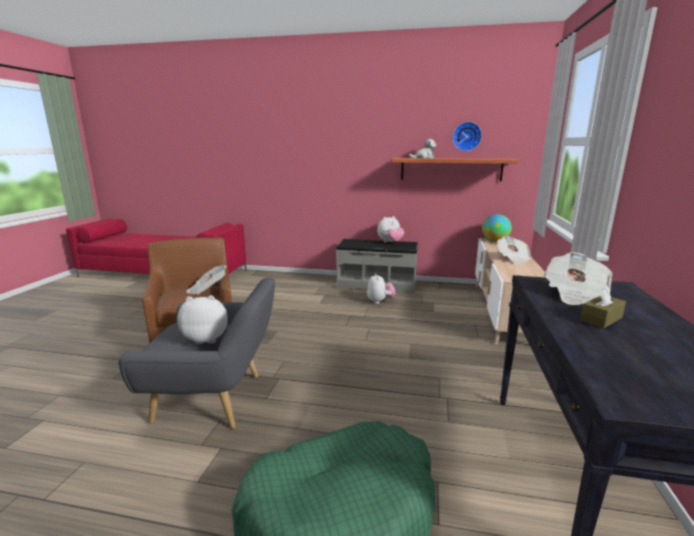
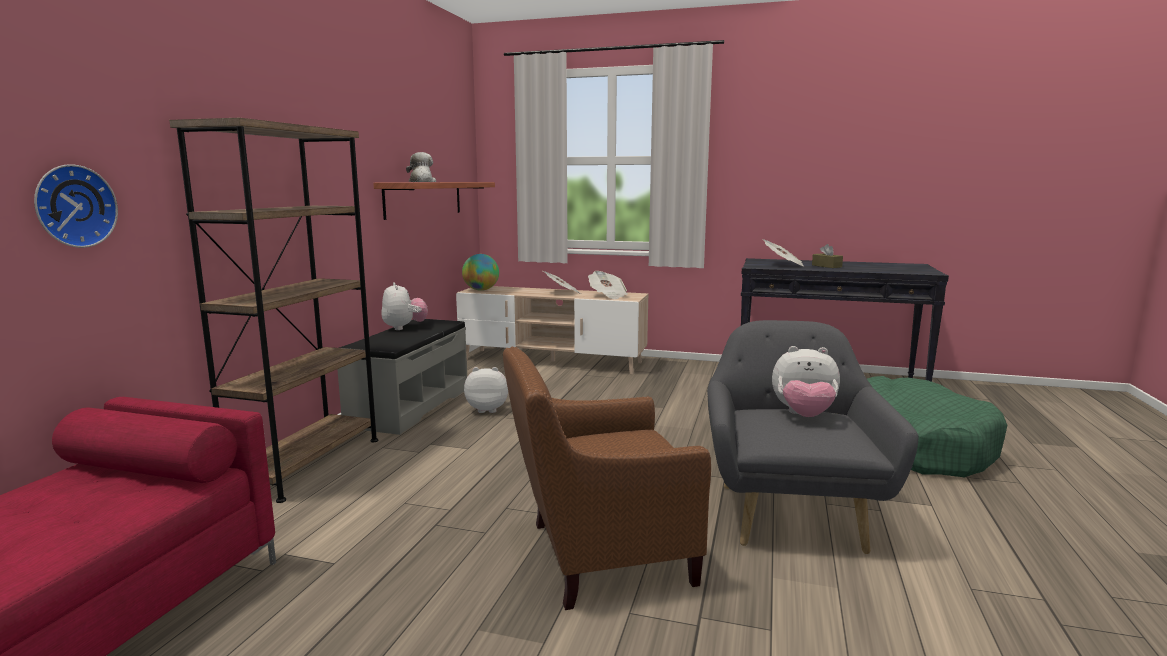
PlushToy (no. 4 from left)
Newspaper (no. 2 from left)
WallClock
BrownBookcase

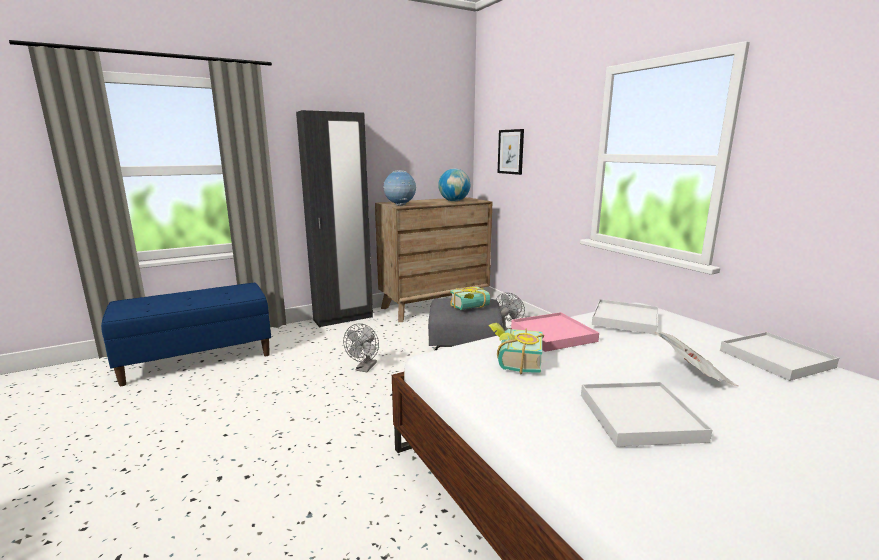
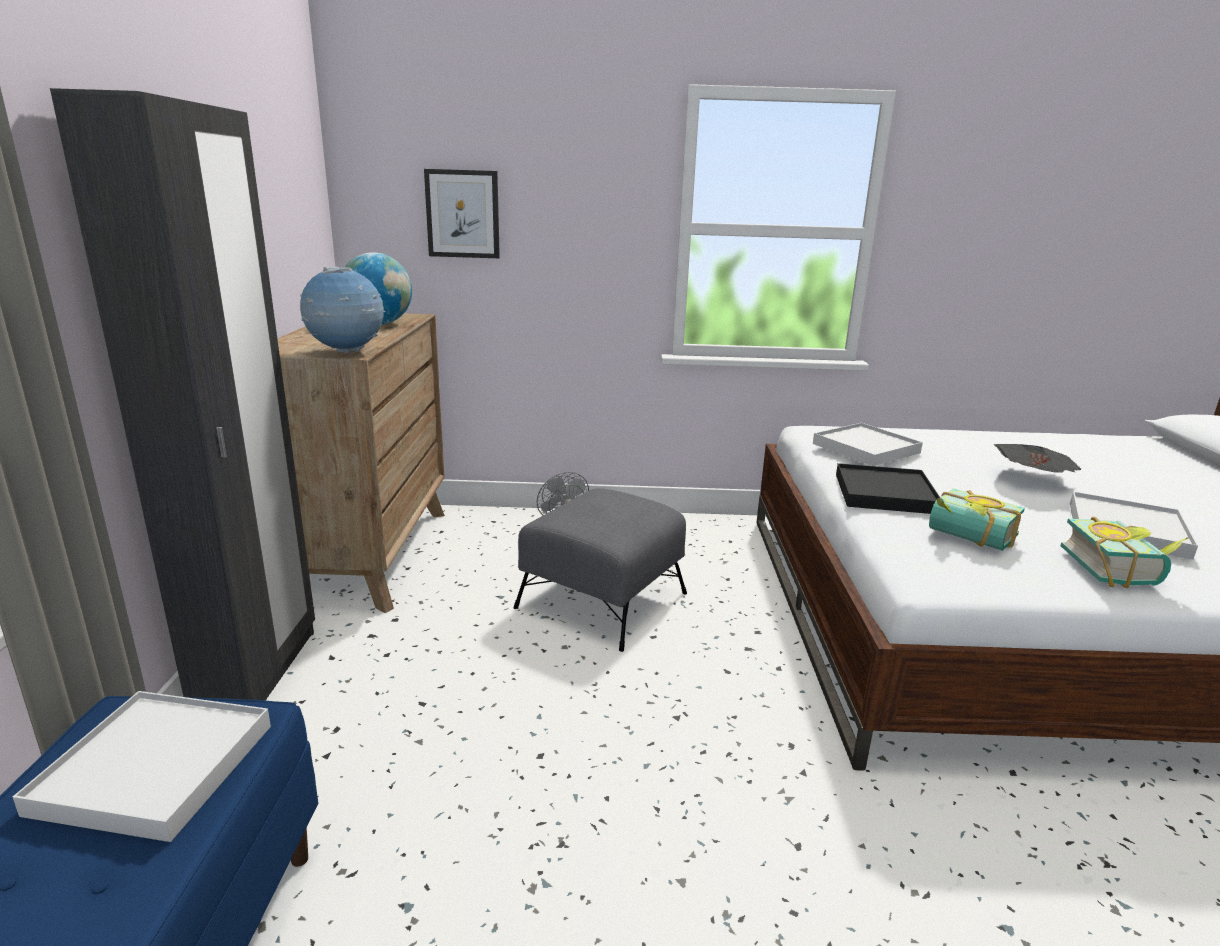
GreyFan (no. 1 from left in the first image)
Book (no. 2 from left)
BlackTray
WhiteTray (no. 1 from left)

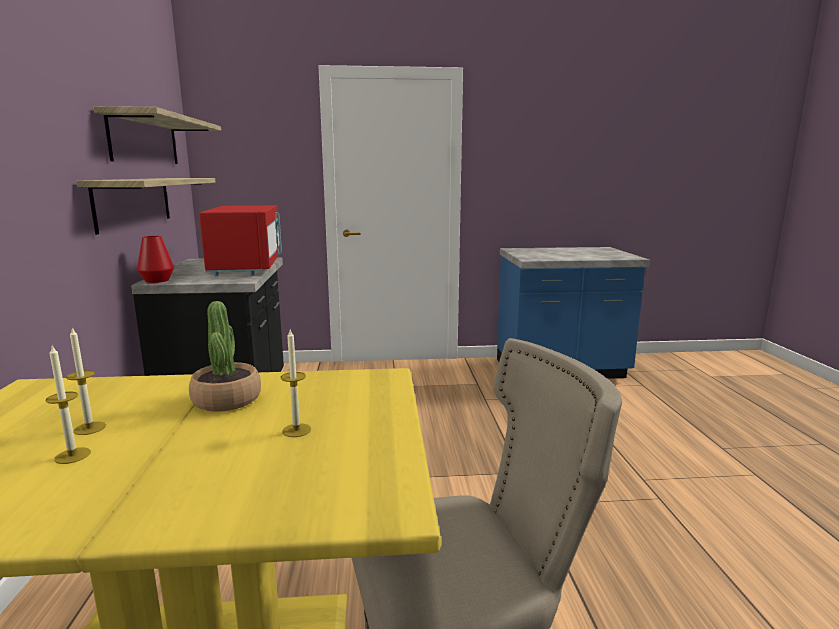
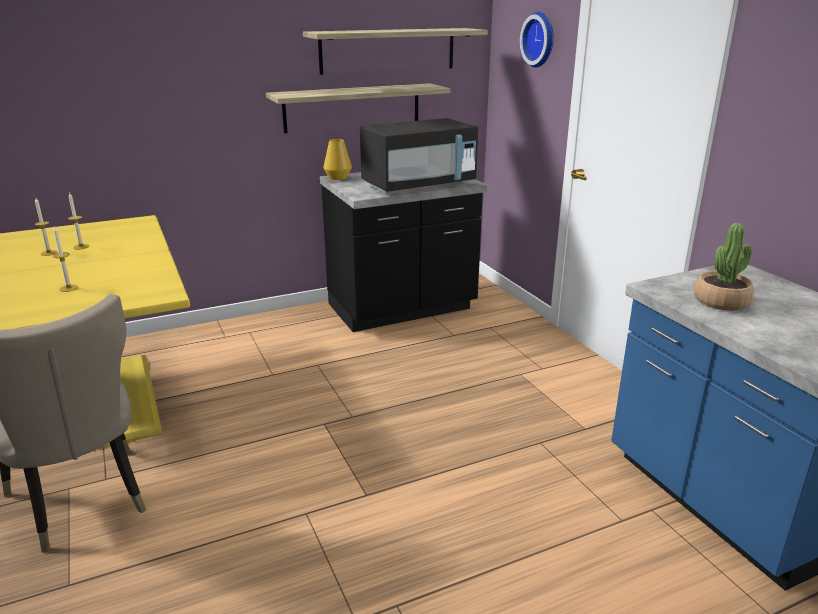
YellowVase
PottedPlant
BlackMicrowave
WallClock

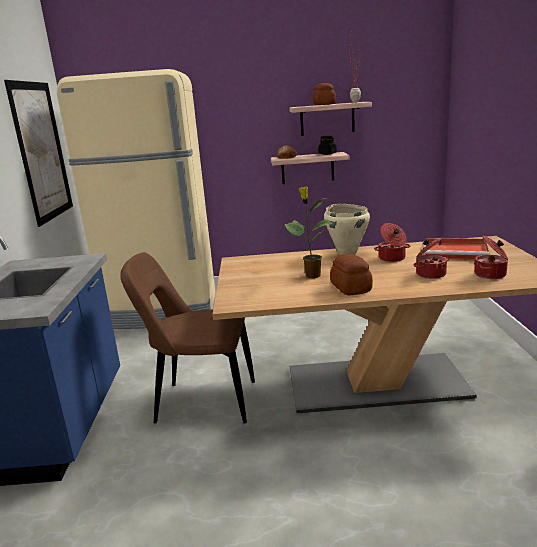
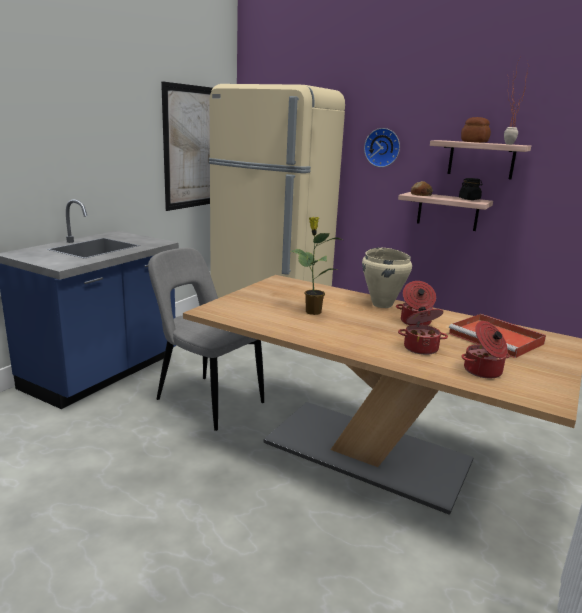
GreyChair
Bread (no. 3 from left in the first image)
WallClock

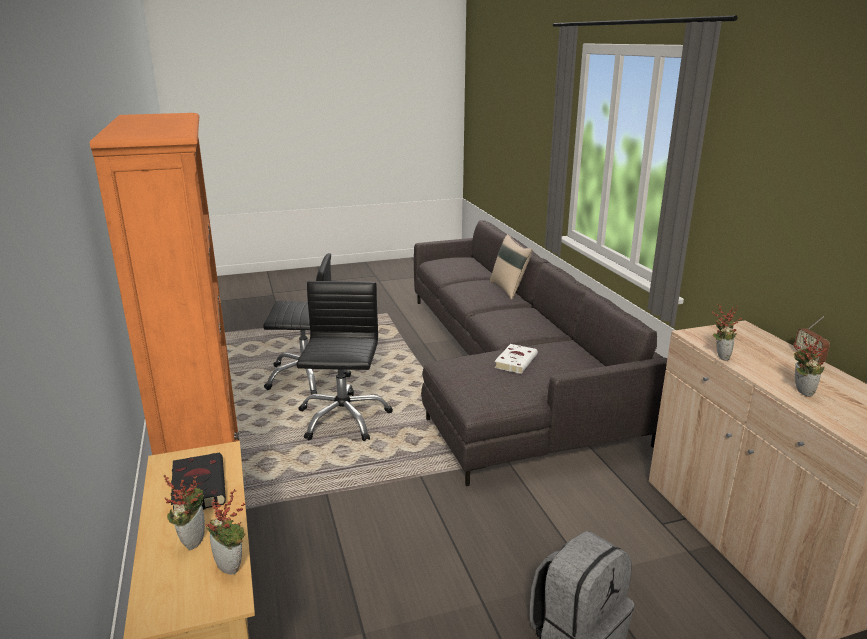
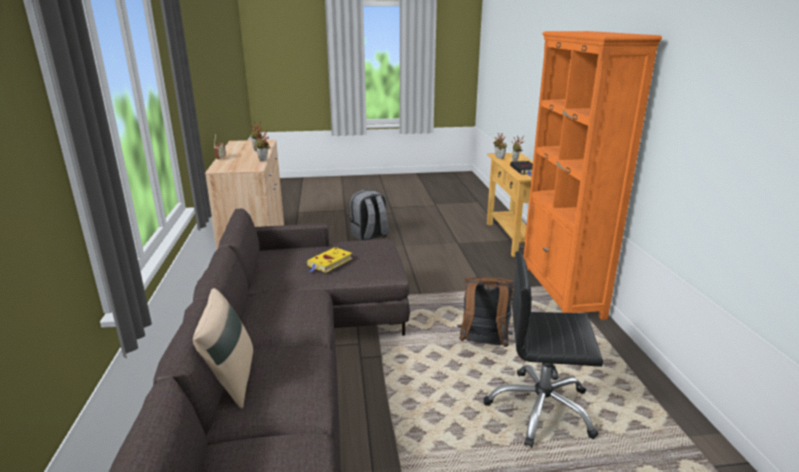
BrownBackpack
YellowBook

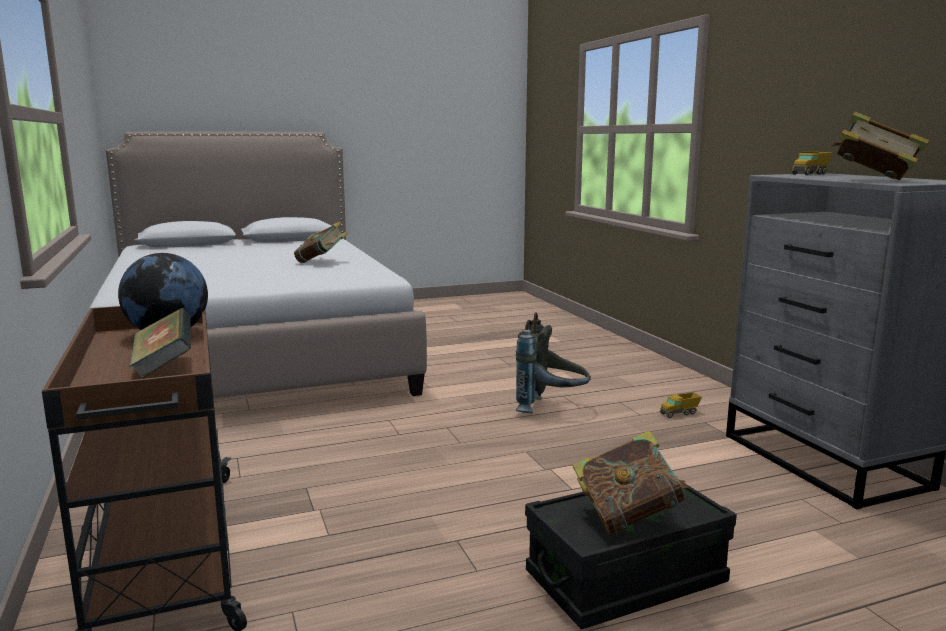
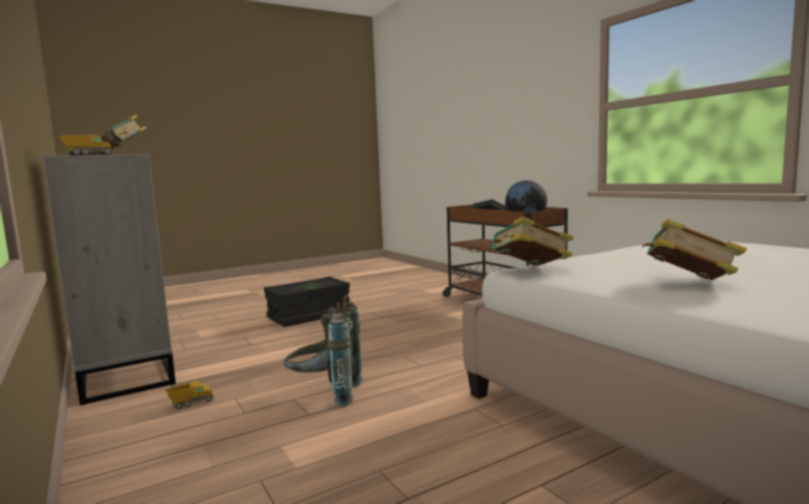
Book (no. 3 from left)

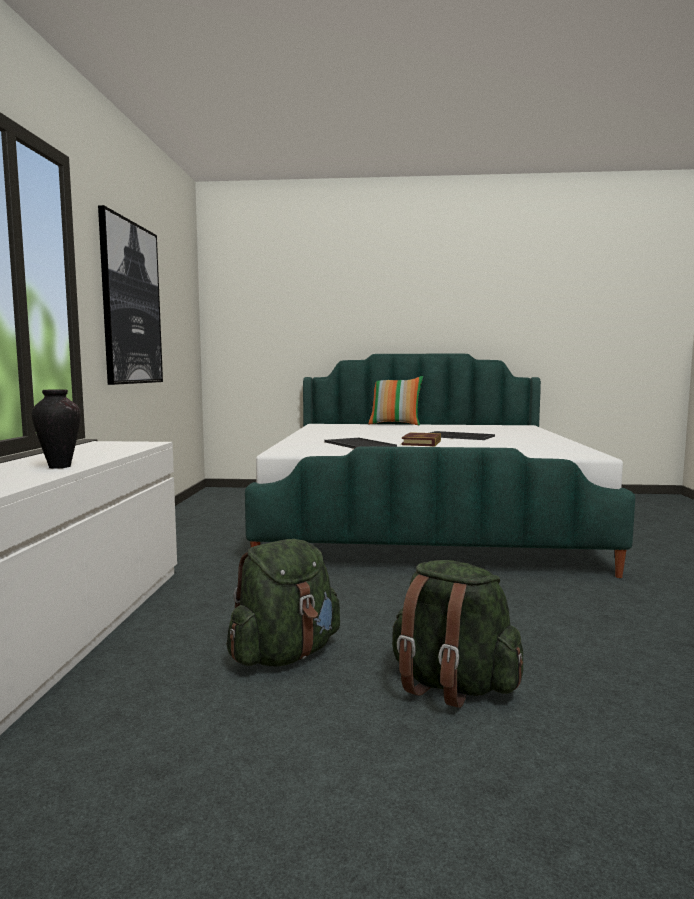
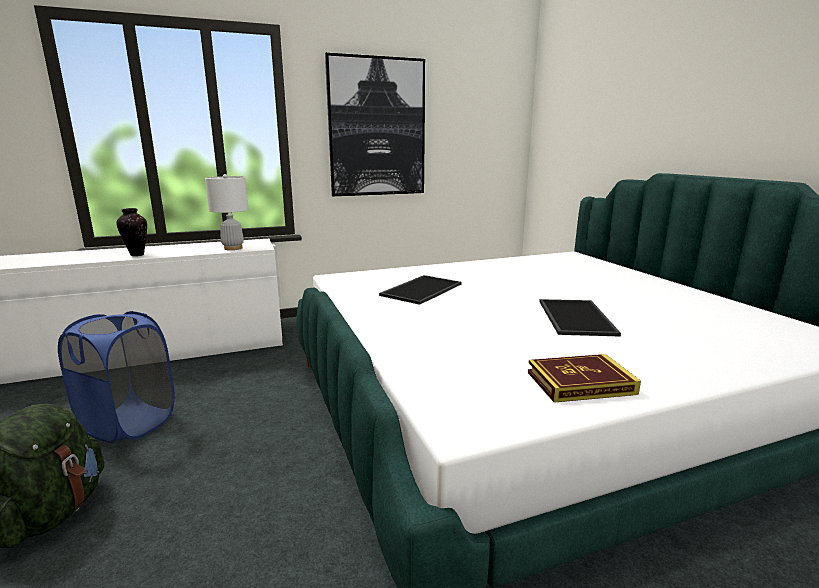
BlueLaundryBasket
Pillow
Book
WhiteTableLamp

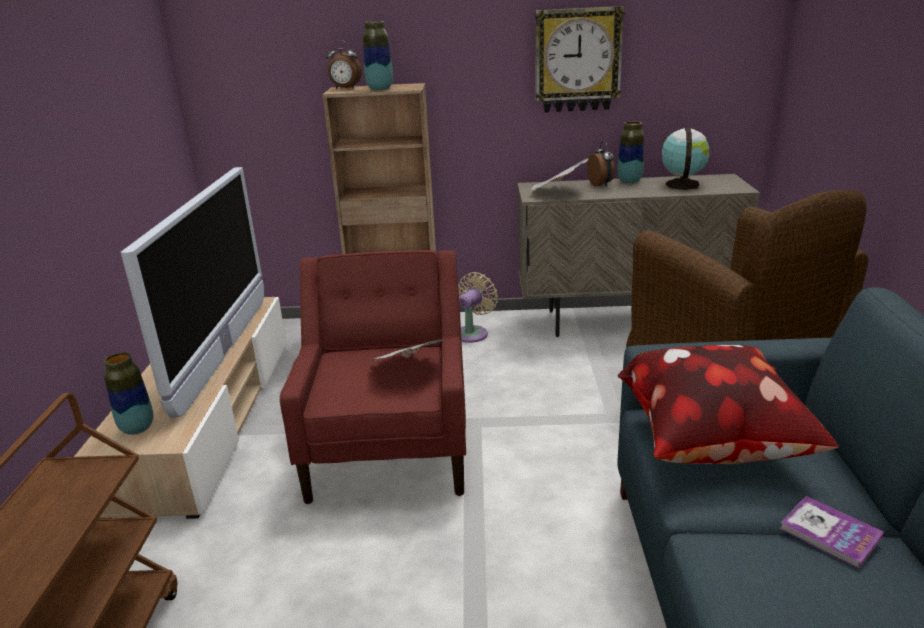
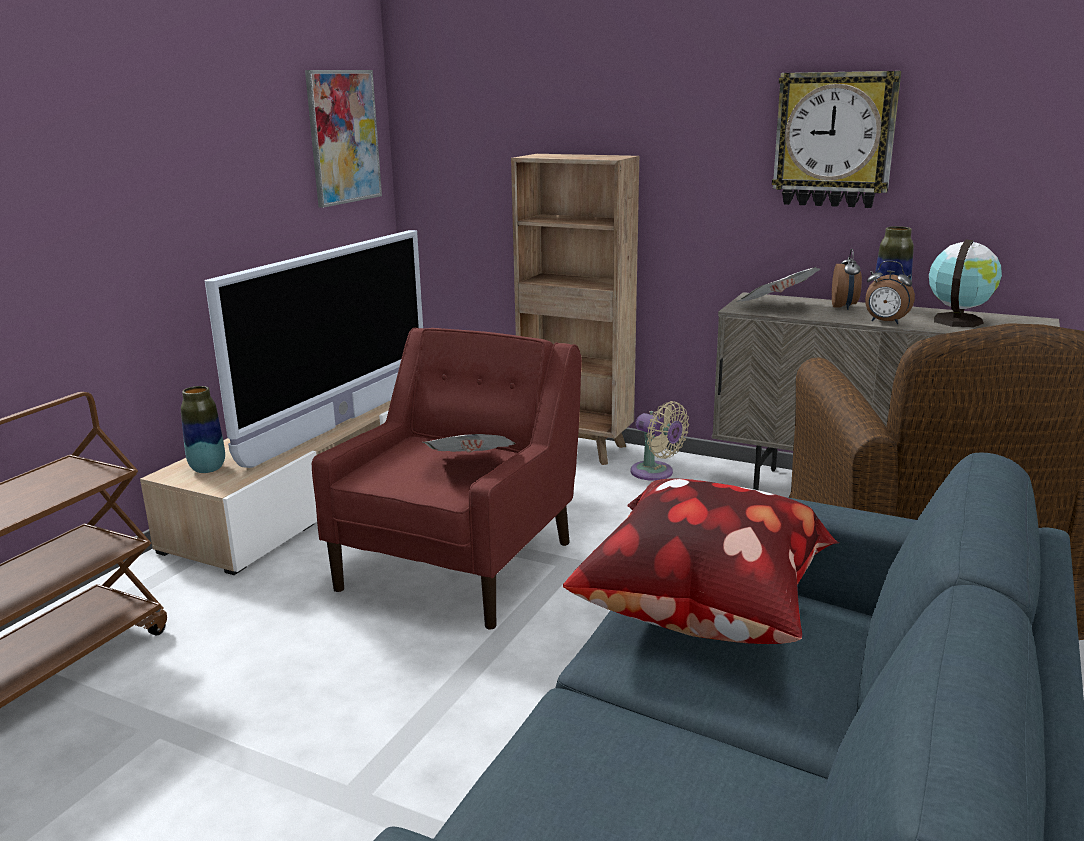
AlarmClock (no. 2 from left)
Vase (no. 2 from left in the first image)
BeigeFan
Book
Picture

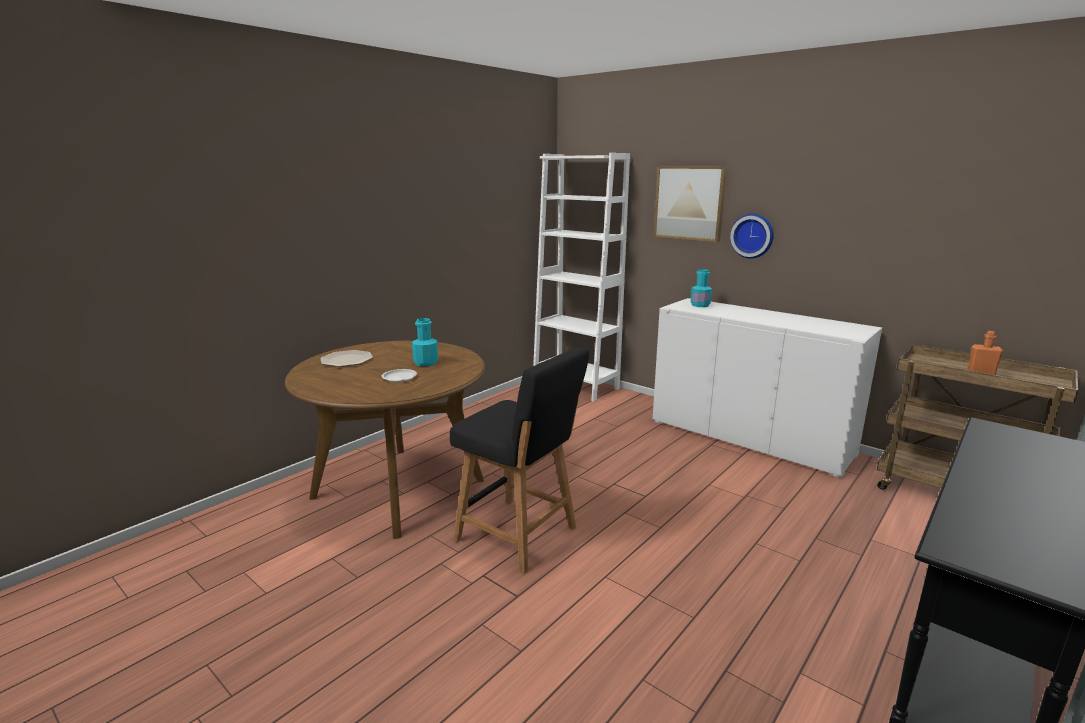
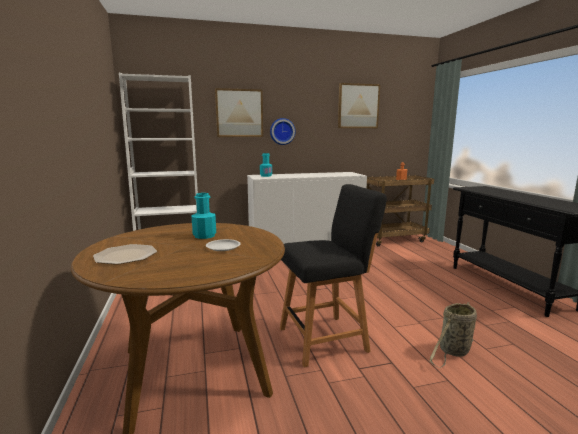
Picture (no. 2 from left)
Basket

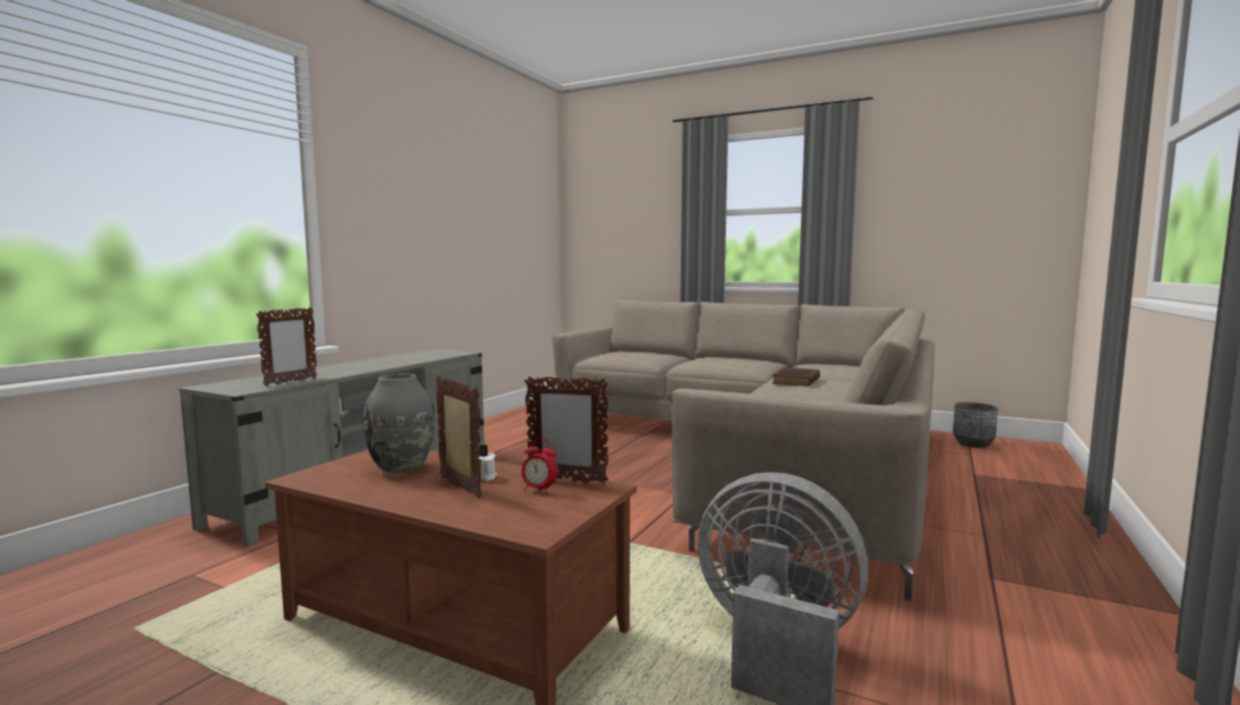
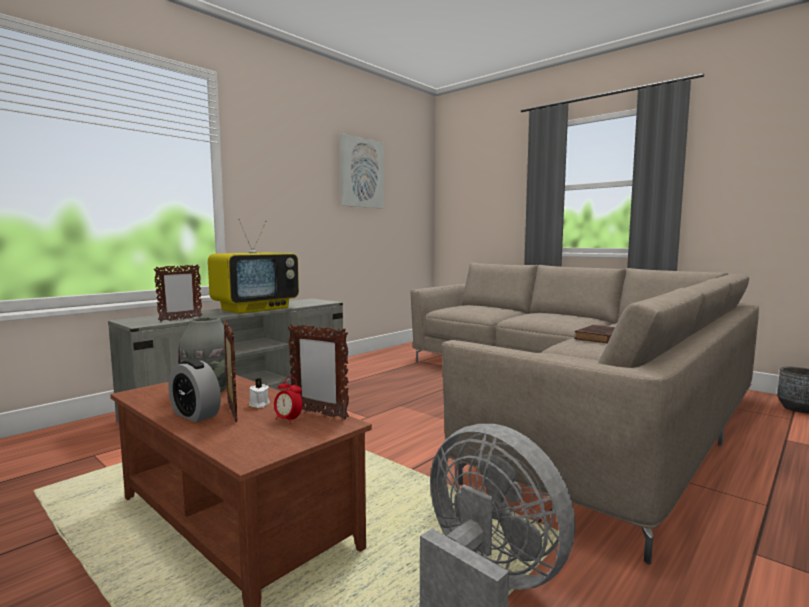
AlarmClock (no. 1 from left)
Television
Picture

